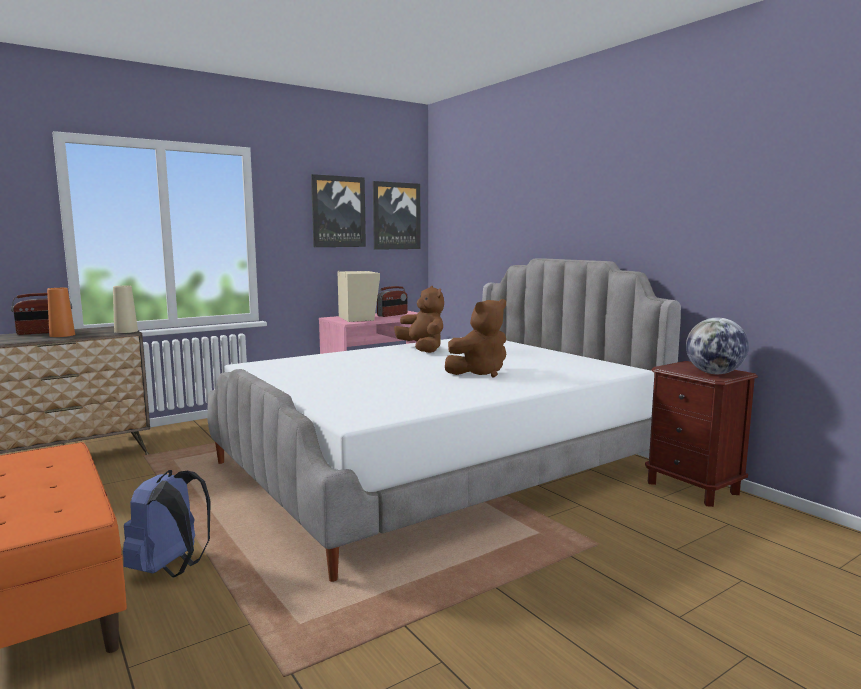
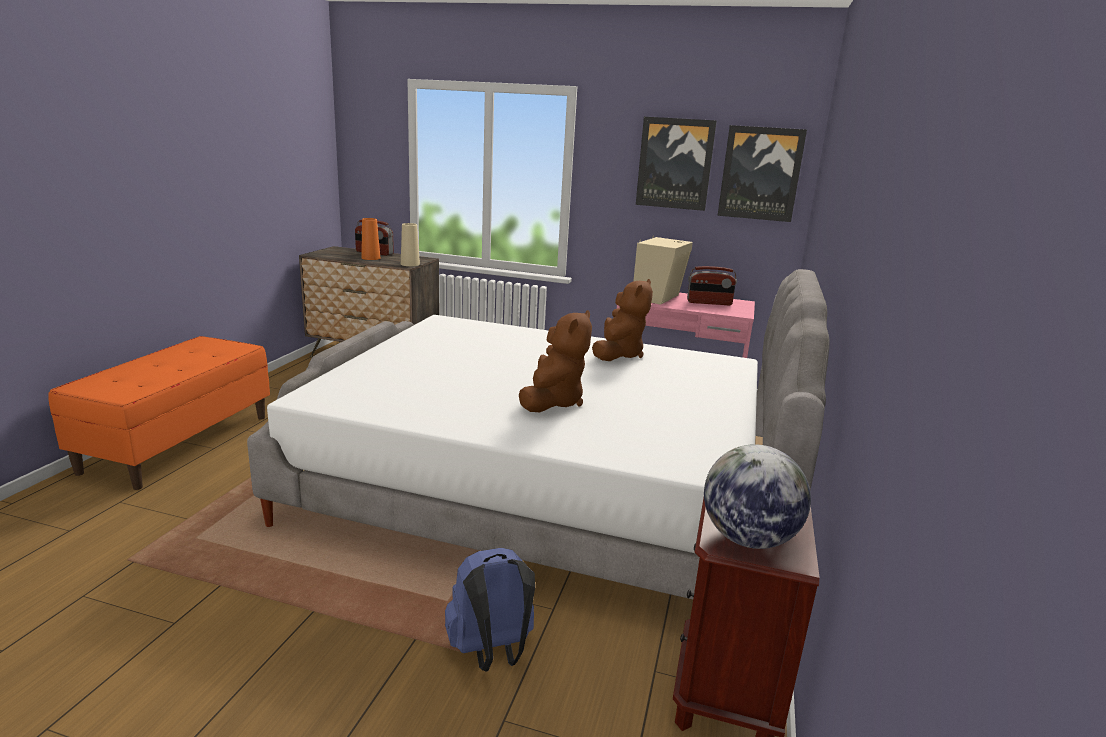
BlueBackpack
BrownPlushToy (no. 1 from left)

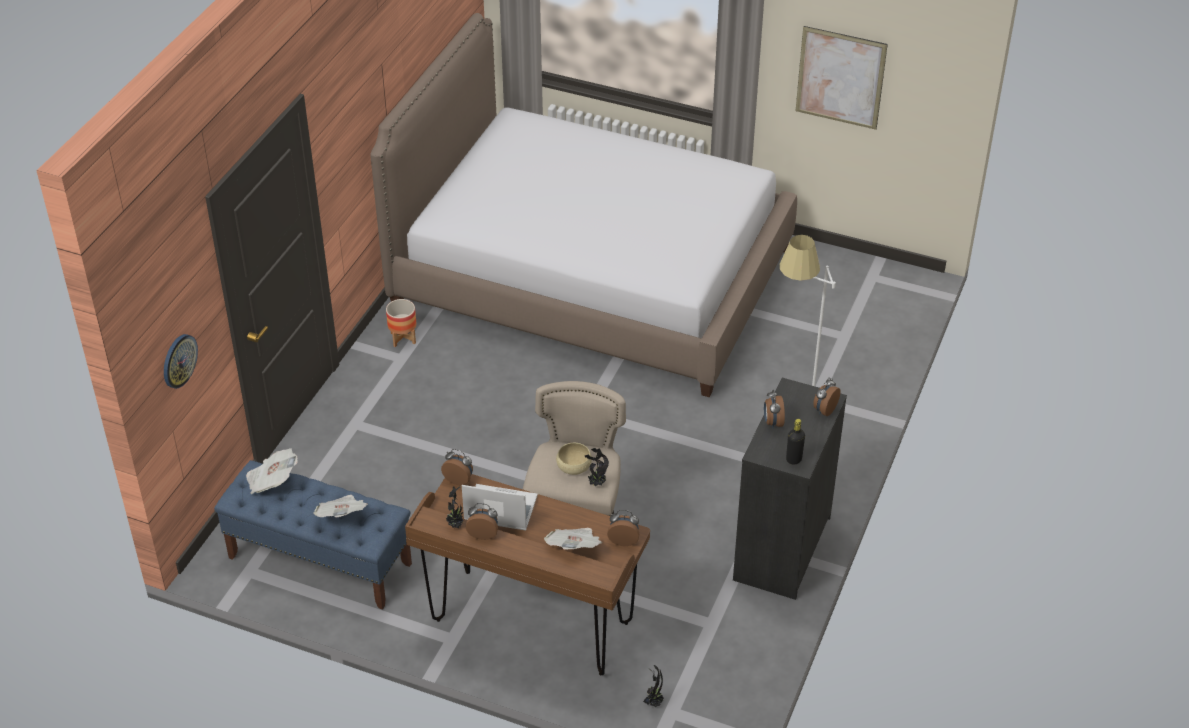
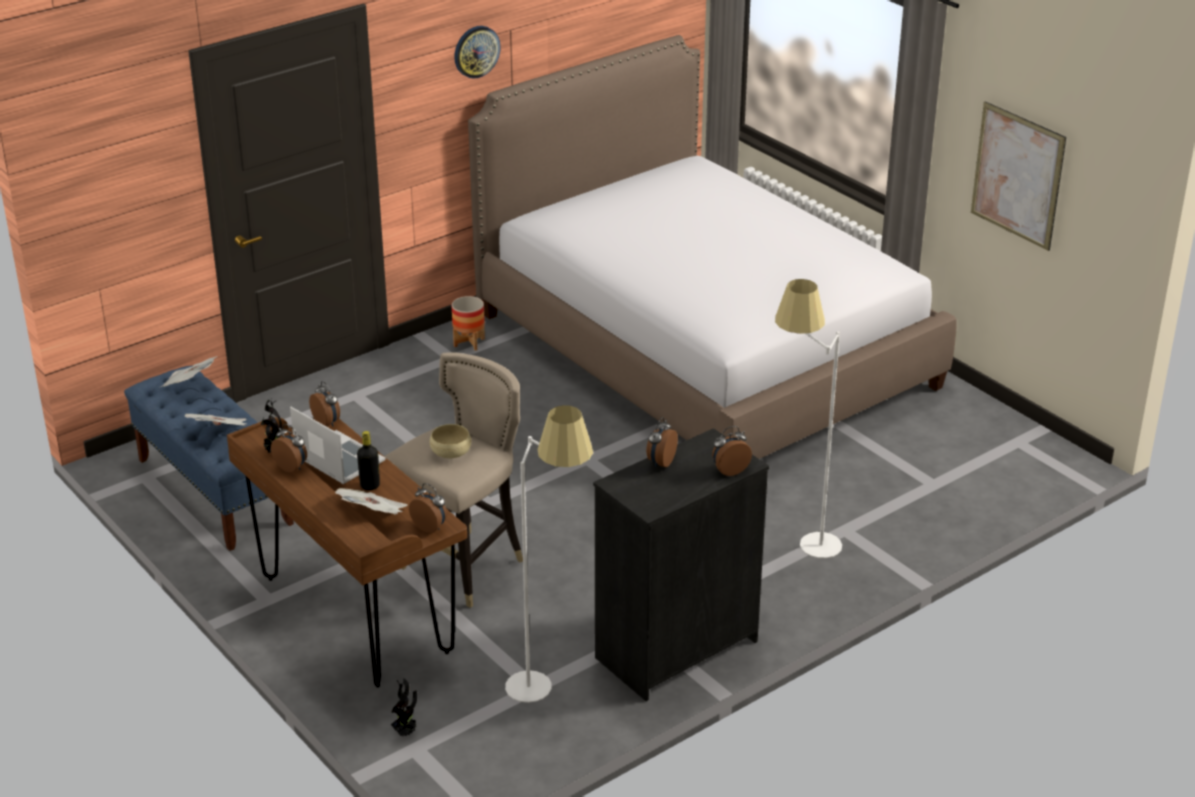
WallClock
PottedPlant (no. 2 from left in the first image)
BlackBottle
WhiteFloorLamp (no. 1 from left)

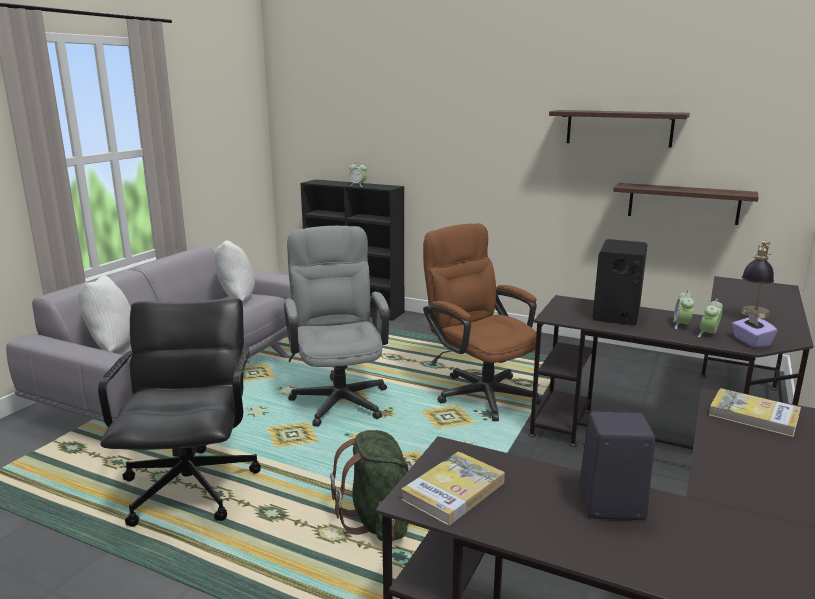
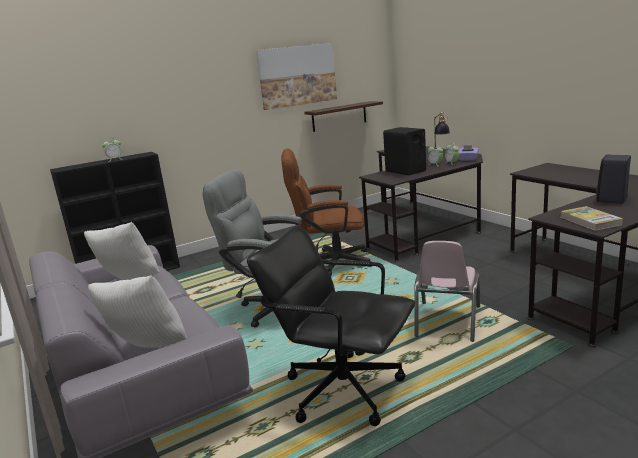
PinkChair
Picture
Book (no. 2 from left in the first image)

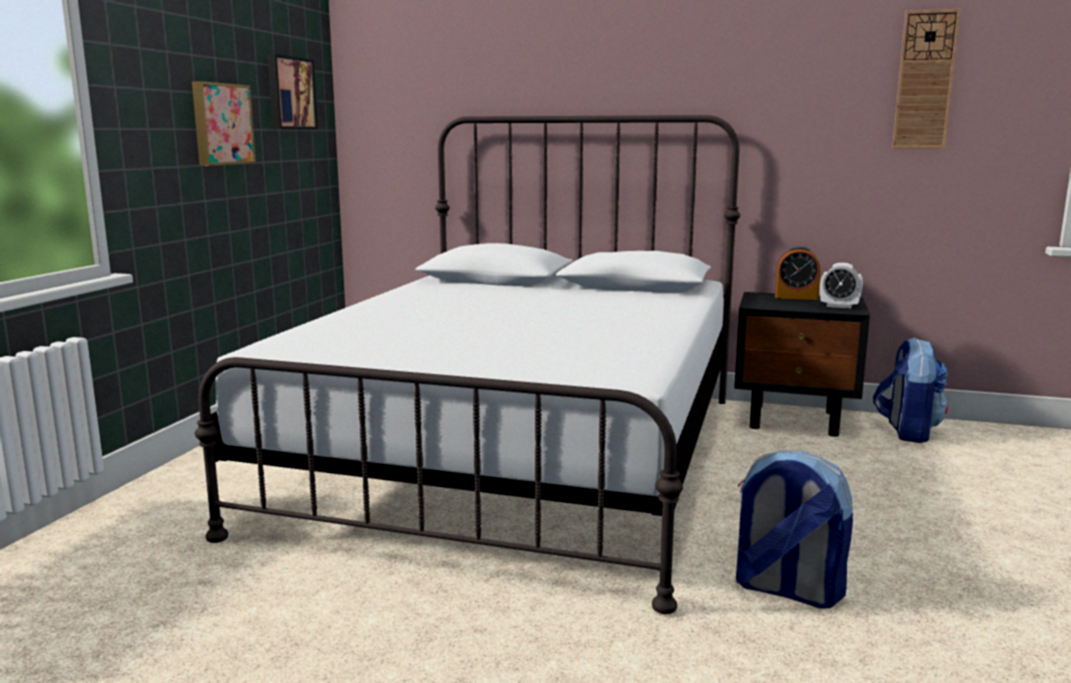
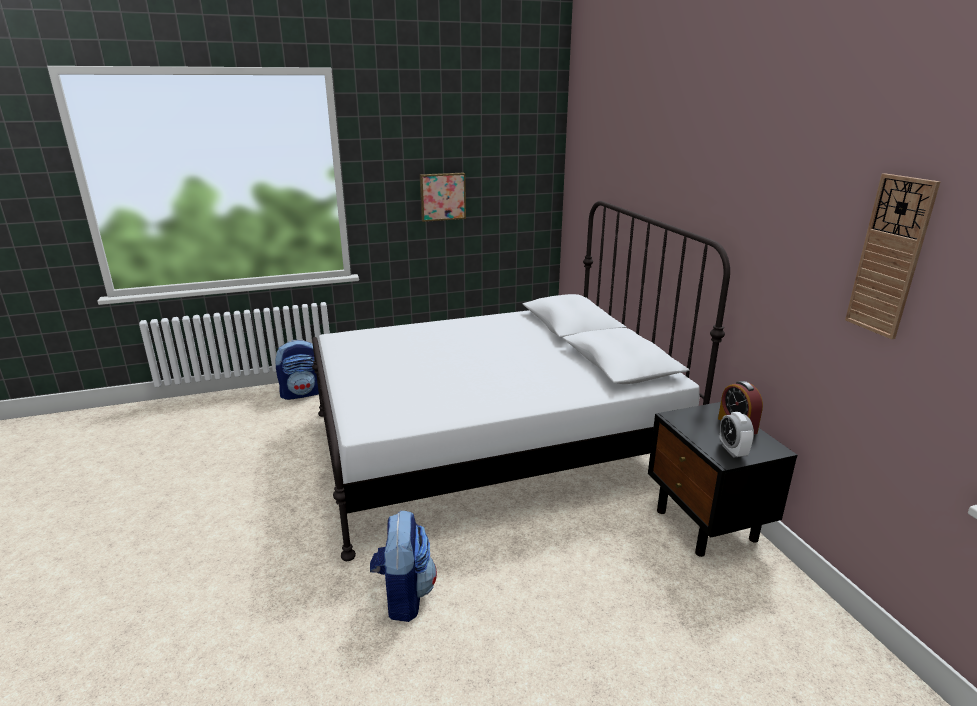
Picture (no. 2 from left in the first image)
Backpack (no. 1 from left)

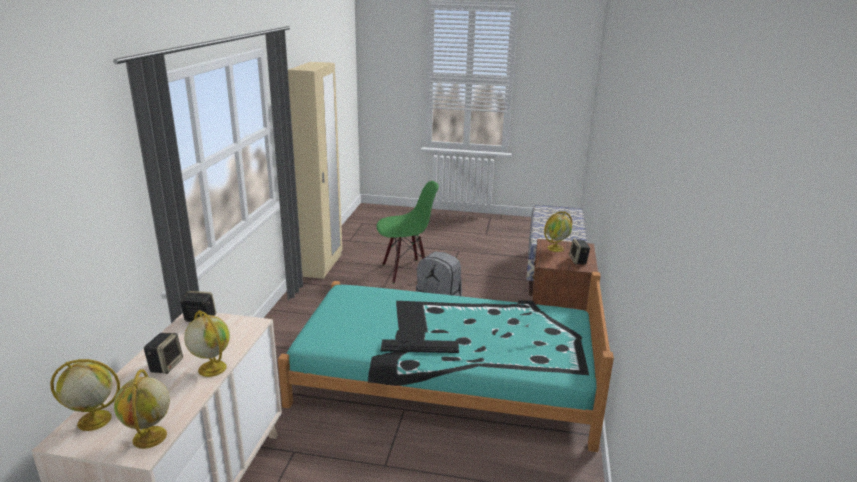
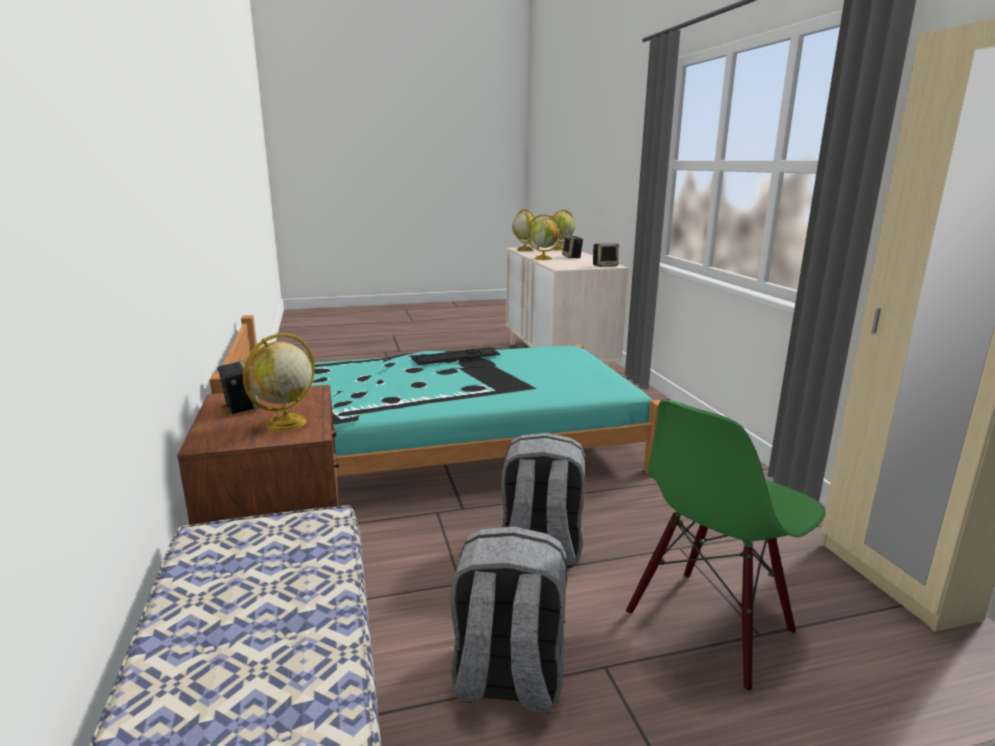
GreyBackpack (no. 1 from left)

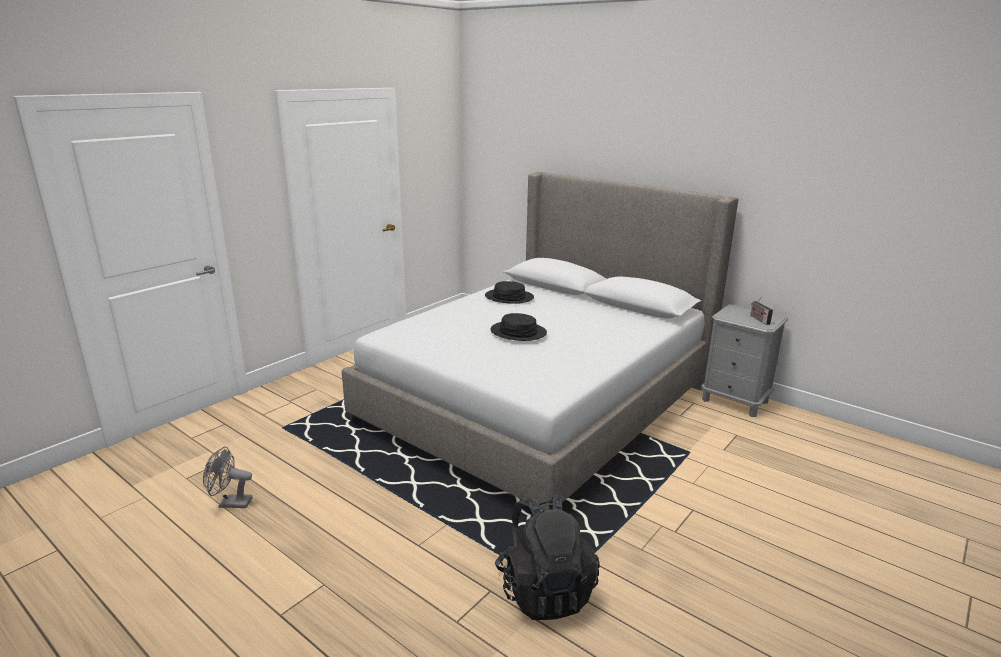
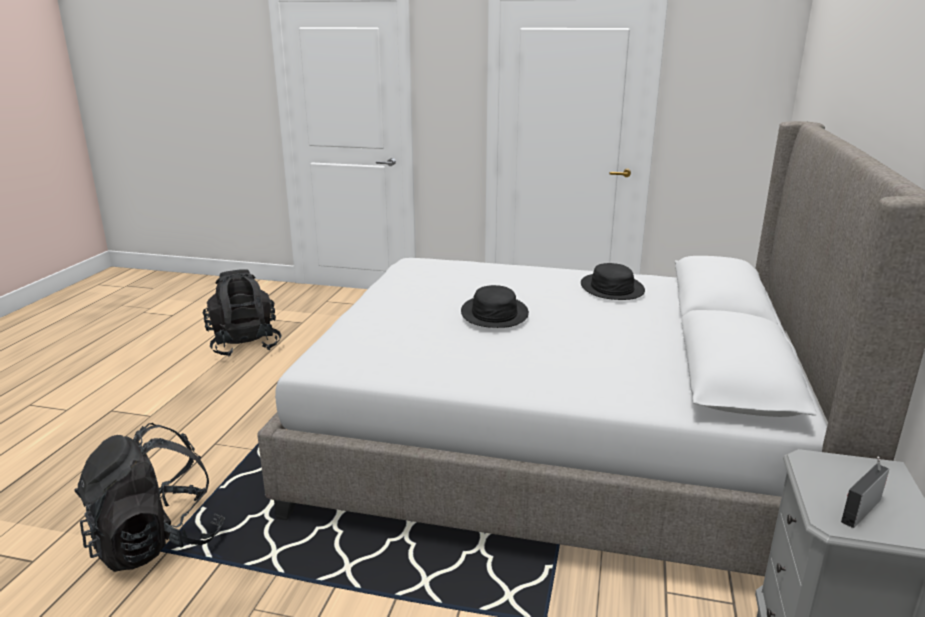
BlackBackpack (no. 2 from left)

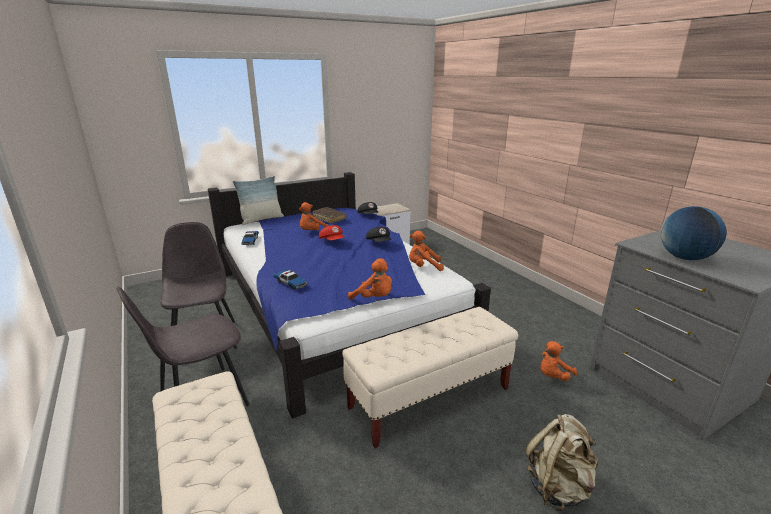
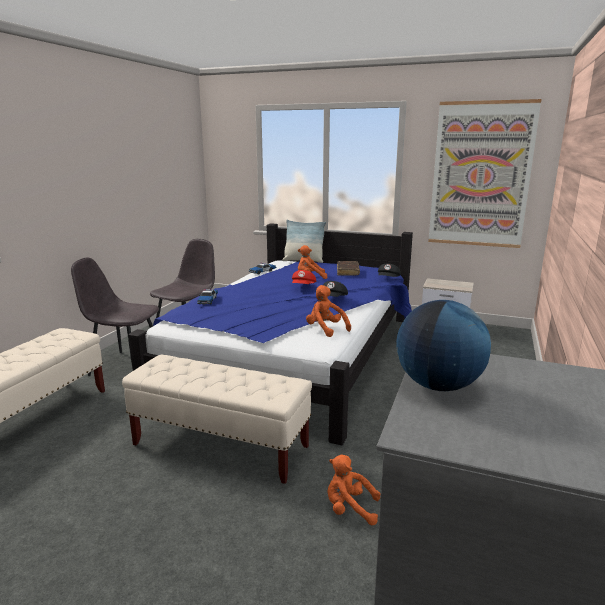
OrangePlushToy (no. 2 from left in the first image)
BeigeBackpack
Picture

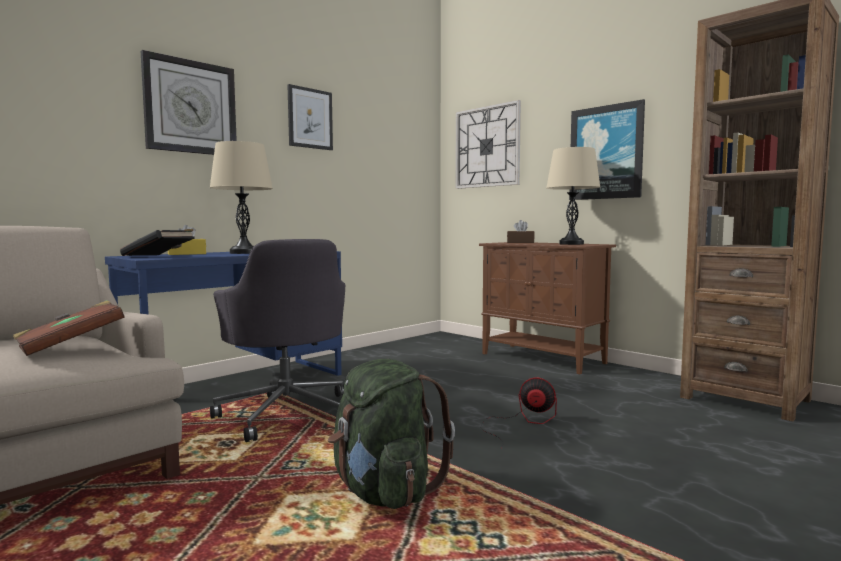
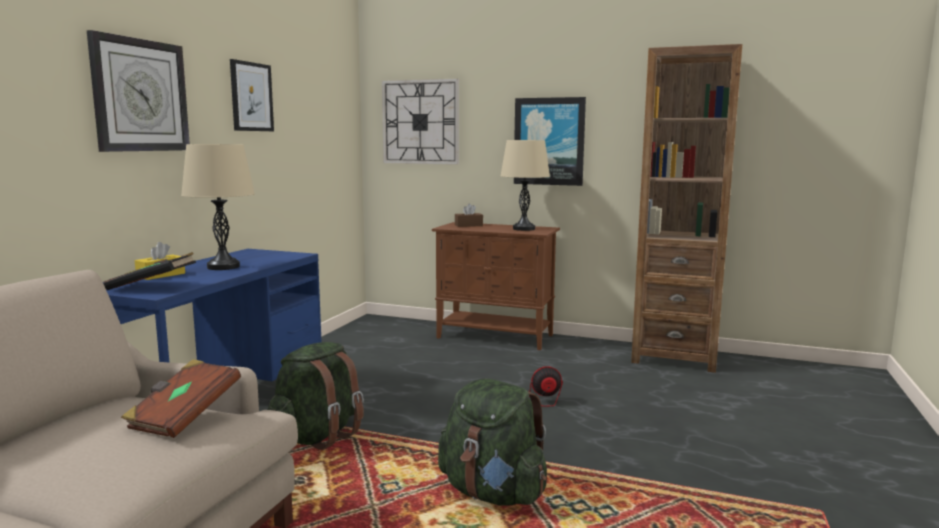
GreenBackpack (no. 1 from left)

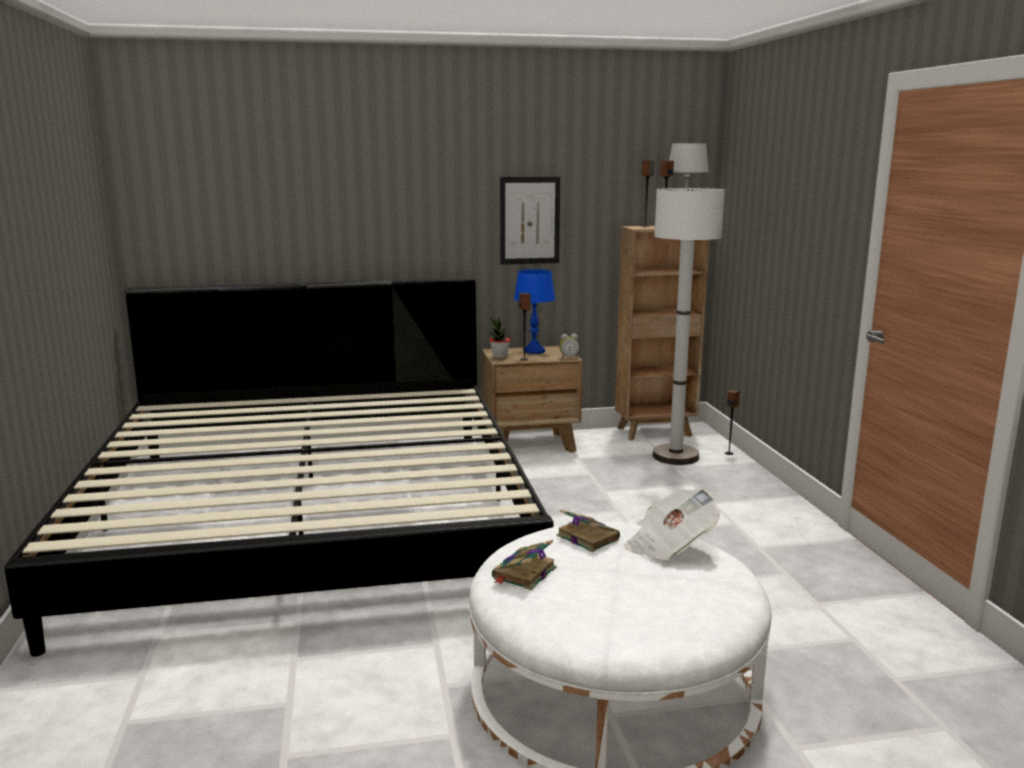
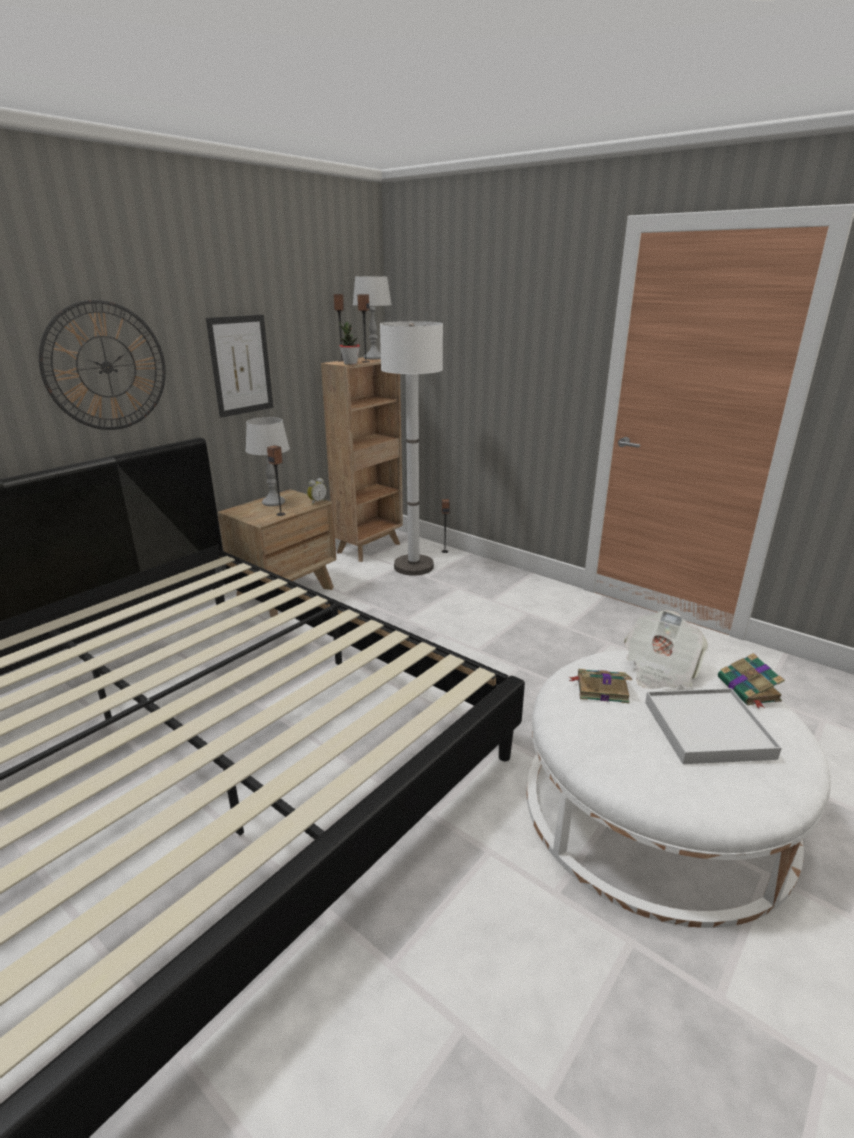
PottedPlant
Book (no. 2 from left)
GreyTableLamp (no. 1 from left)
WallClock
WhiteTray

